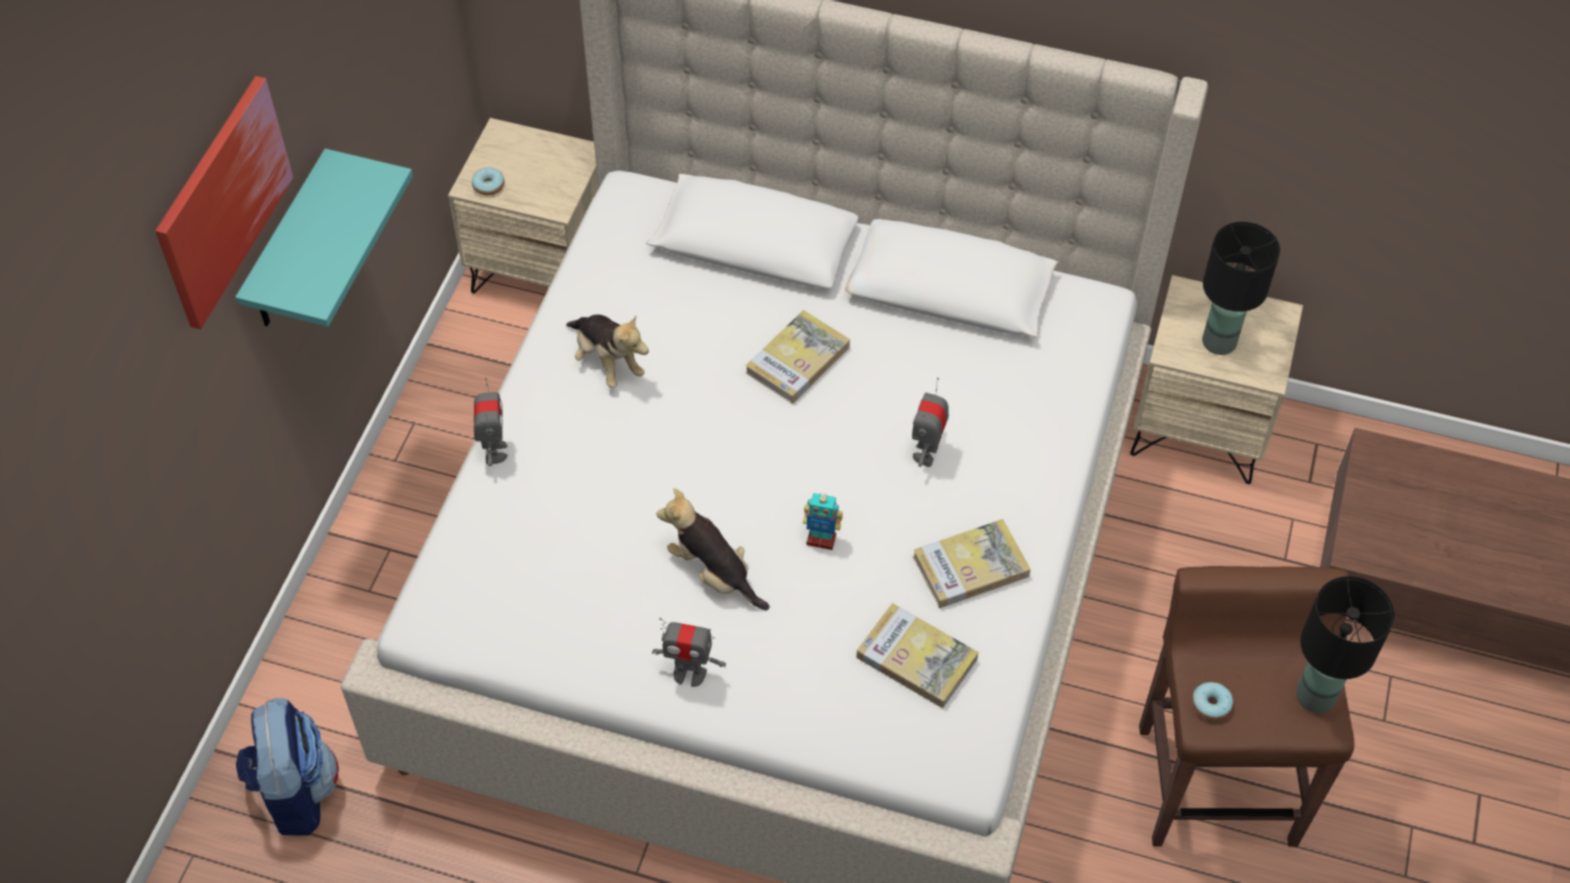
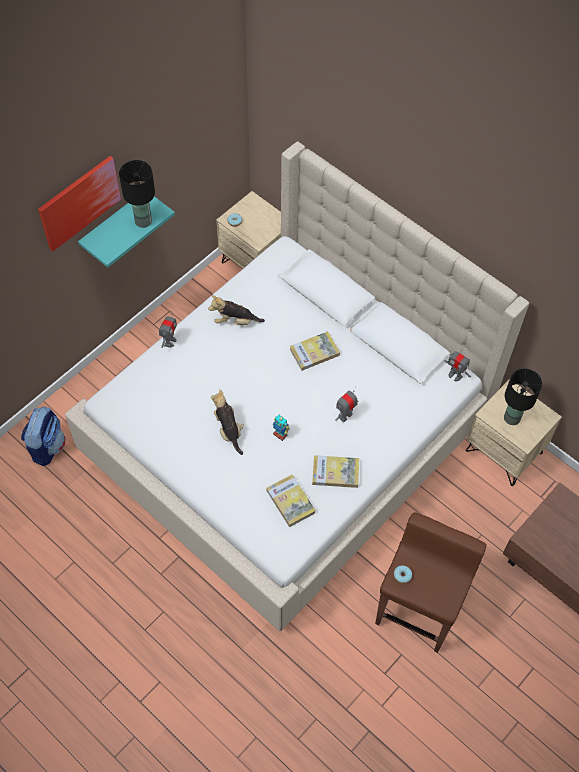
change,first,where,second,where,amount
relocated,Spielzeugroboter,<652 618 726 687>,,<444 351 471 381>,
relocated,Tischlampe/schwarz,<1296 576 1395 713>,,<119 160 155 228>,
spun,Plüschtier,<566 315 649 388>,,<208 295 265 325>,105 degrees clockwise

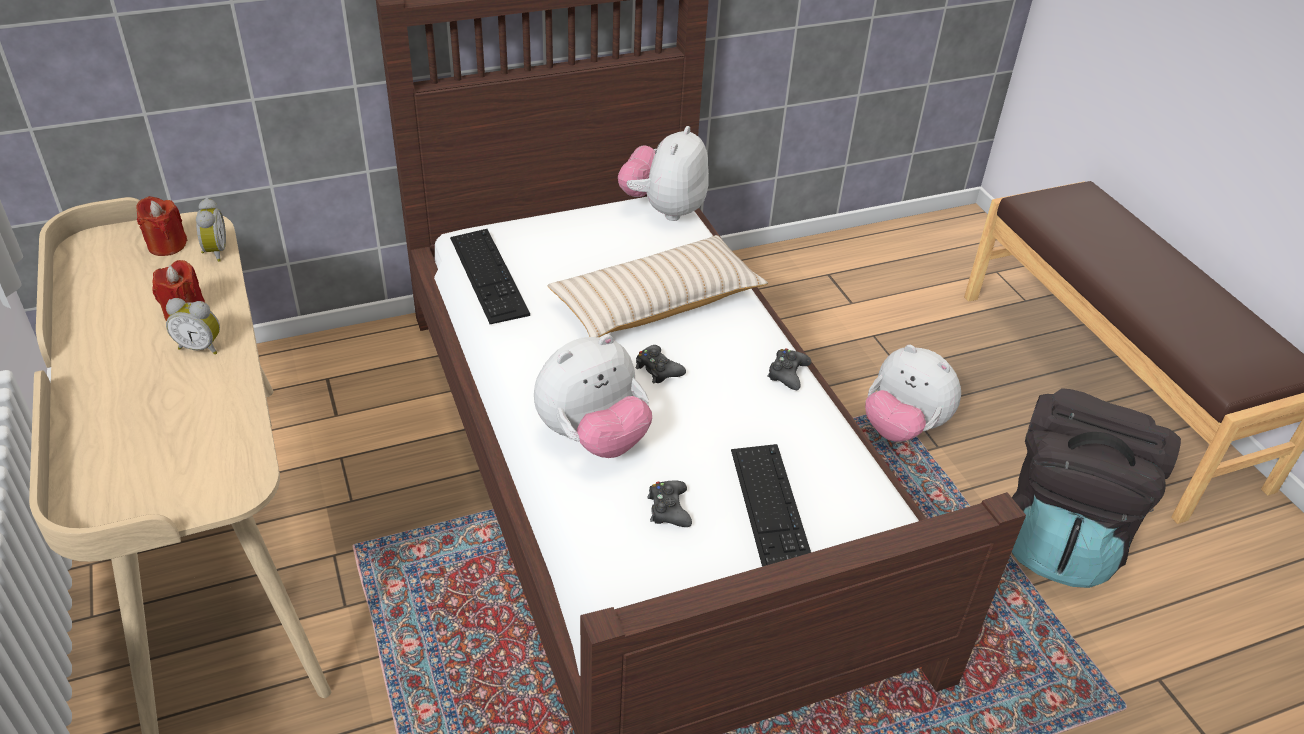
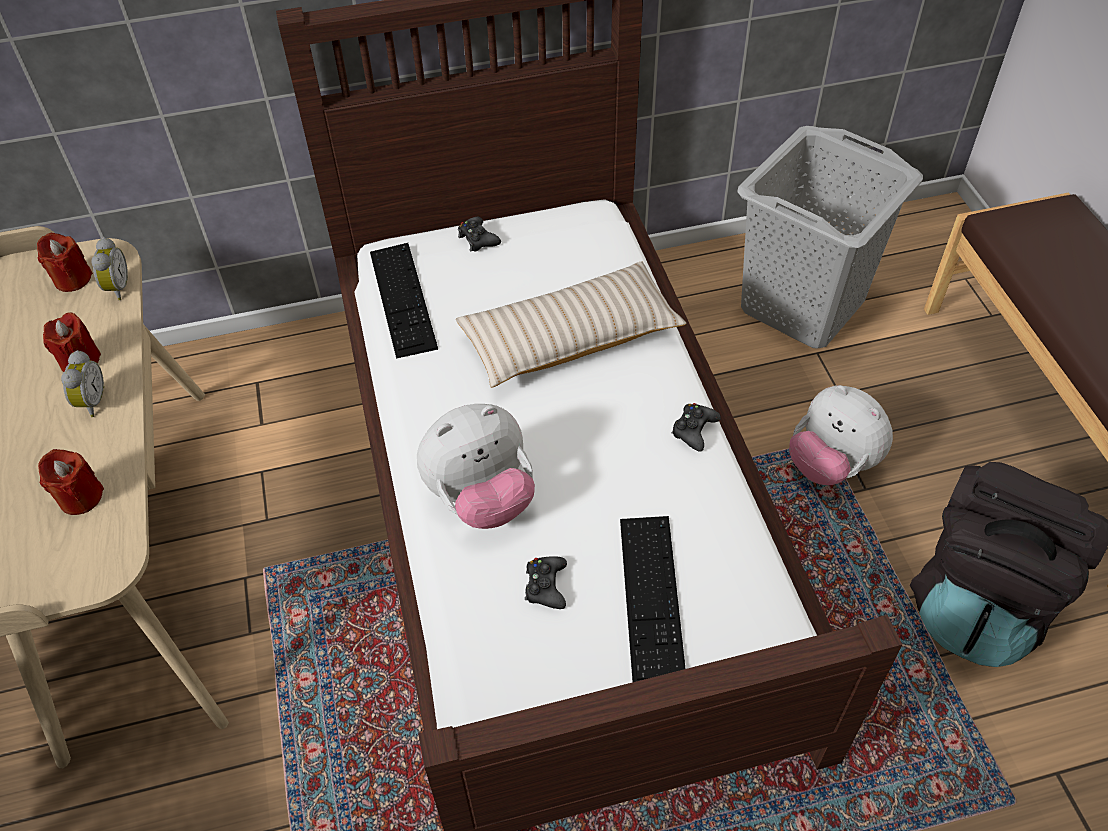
change,first,where,second,where,amount
missing,Plüschtier,<618 126 709 221>,,,
appeared,,,Kerze/rot,<38 449 104 515>,
appeared,,,Wäschekorb/grau,<737 126 923 349>,
relocated,Gamepad/schwarz,<636 345 686 383>,,<458 217 501 252>,
spun,Wecker,<166 298 220 355>,,<61 350 104 417>,105 degrees counterclockwise

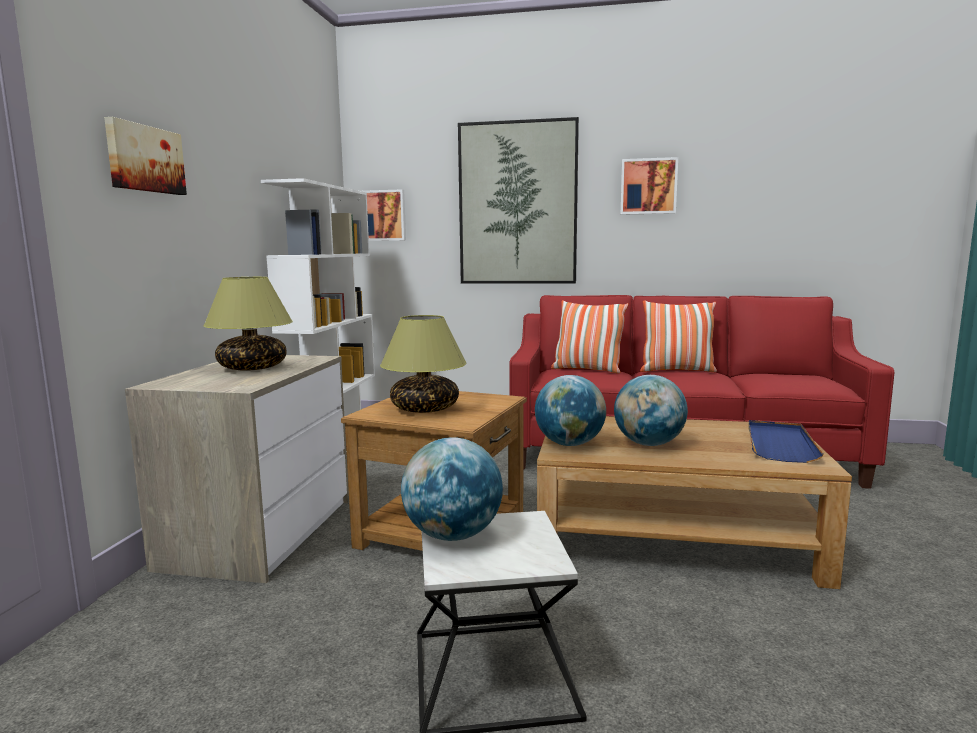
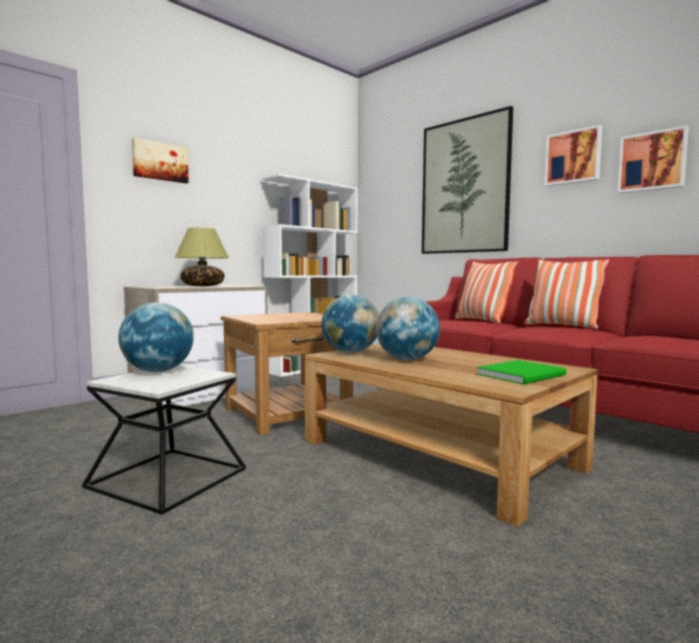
change,first,where,second,where,amount
missing,Tischlampe,<380 315 467 413>,,,
relocated,Bild,<362 189 406 241>,,<618 125 689 193>,
exchanged,Tablett/blau,<748 420 824 463>,Buch/grün,<476 360 567 384>,

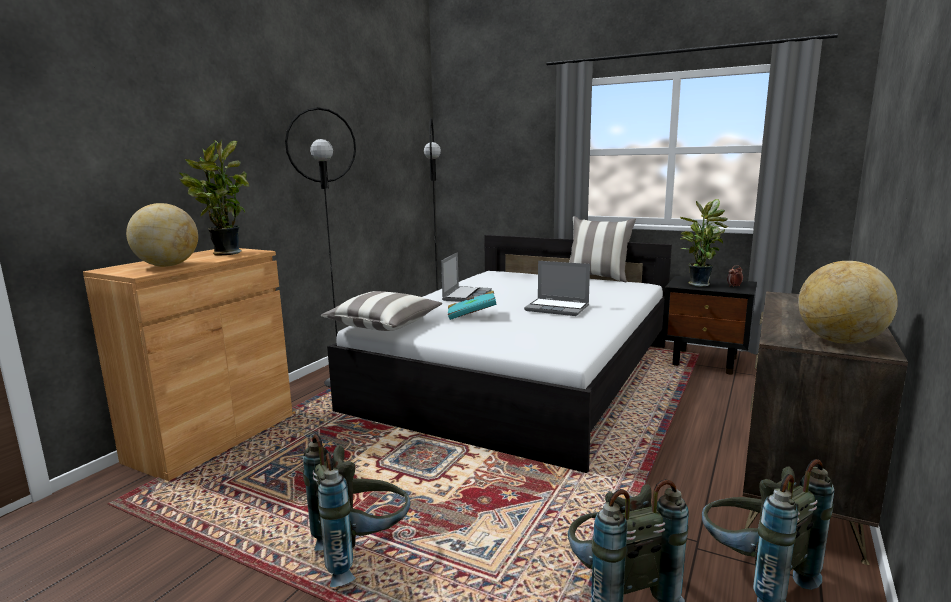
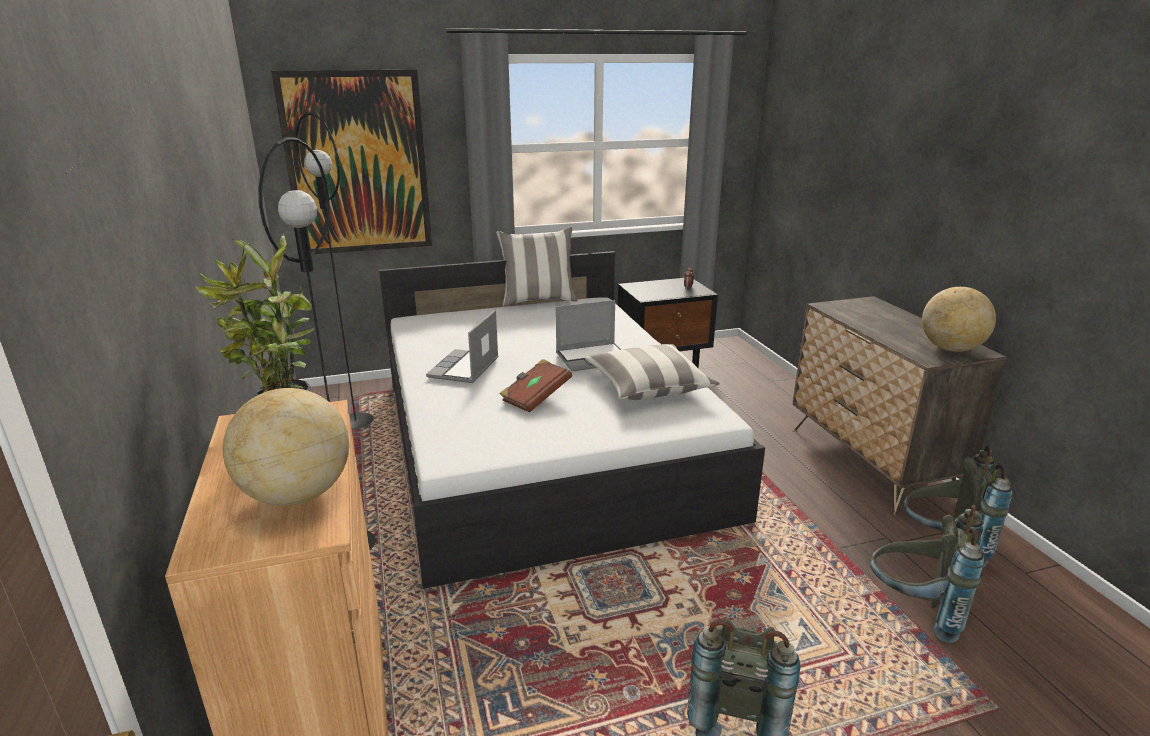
change,first,where,second,where,amount
missing,Topfpflanze,<680 199 728 287>,,,
appeared,,,Bild,<271 70 432 254>,
relocated,Kissen,<321 291 442 331>,,<585 344 720 400>,
colour,Buch/türkis,<448 291 497 320>,Buch/braun,<500 359 572 413>,
spun,Laptop,<441 252 492 302>,,<426 310 499 383>,135 degrees counterclockwise

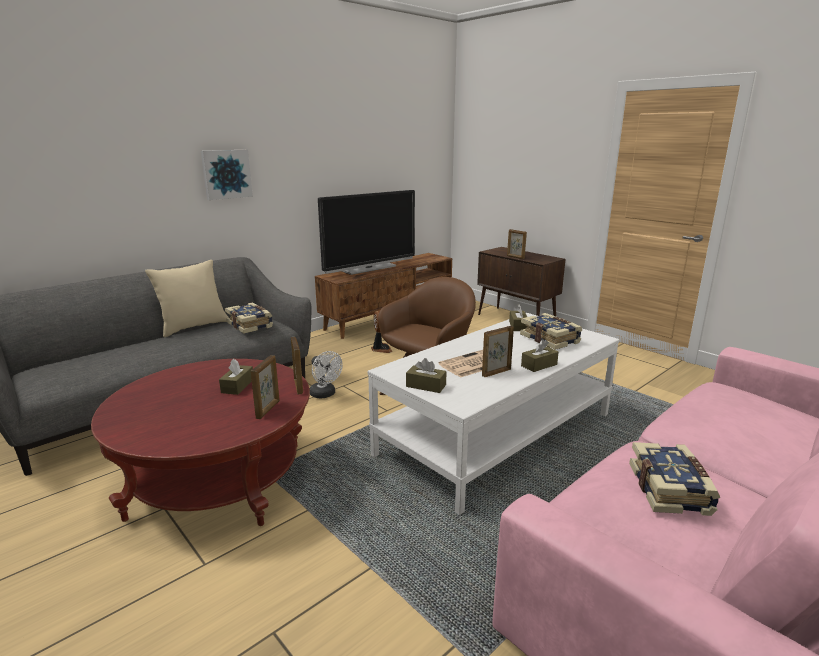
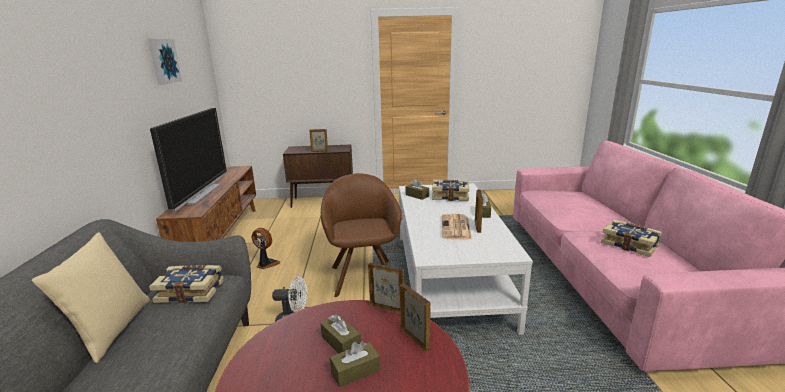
change,first,where,second,where,amount
relocated,Bild,<201 150 253 200>,,<148 38 182 85>,
relocated,Taschentuchbox/braun,<406 358 447 393>,,<330 341 380 388>,

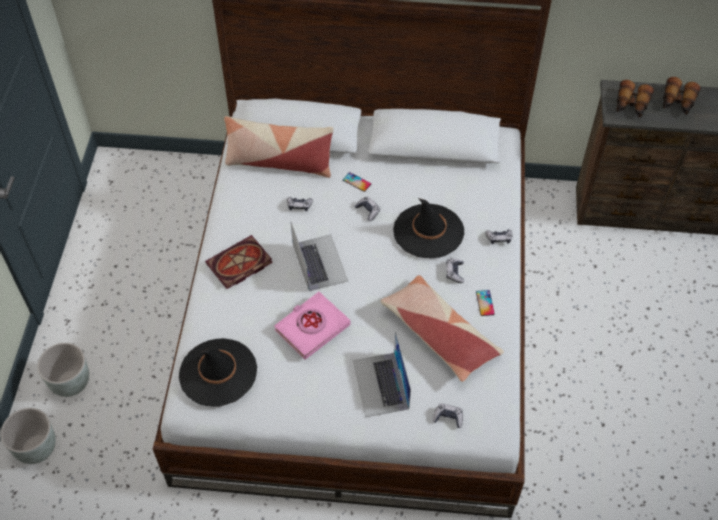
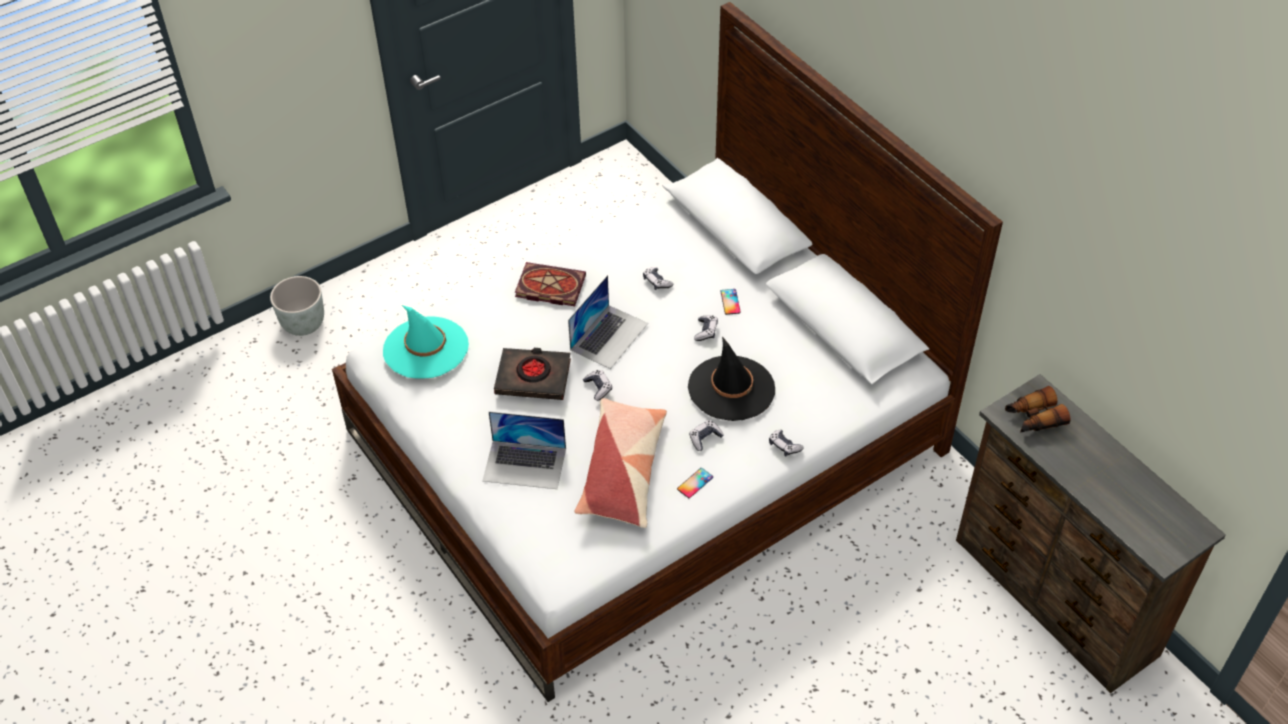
change,first,where,second,where,amount
missing,Pflanzkübel/grau,<37 343 89 397>,,,
missing,Kissen,<224 116 333 178>,,,
missing,Fernglas,<663 77 700 115>,,,
relocated,Gamepad,<432 403 463 428>,,<583 370 612 401>,
colour,Hut/schwarz,<179 338 257 406>,Hut/türkis,<383 305 469 378>,
colour,Buch/rosa,<274 292 350 360>,Buch/schwarz,<494 348 571 400>,
spun,Laptop,<352 332 411 417>,,<483 412 566 489>,120 degrees counterclockwise

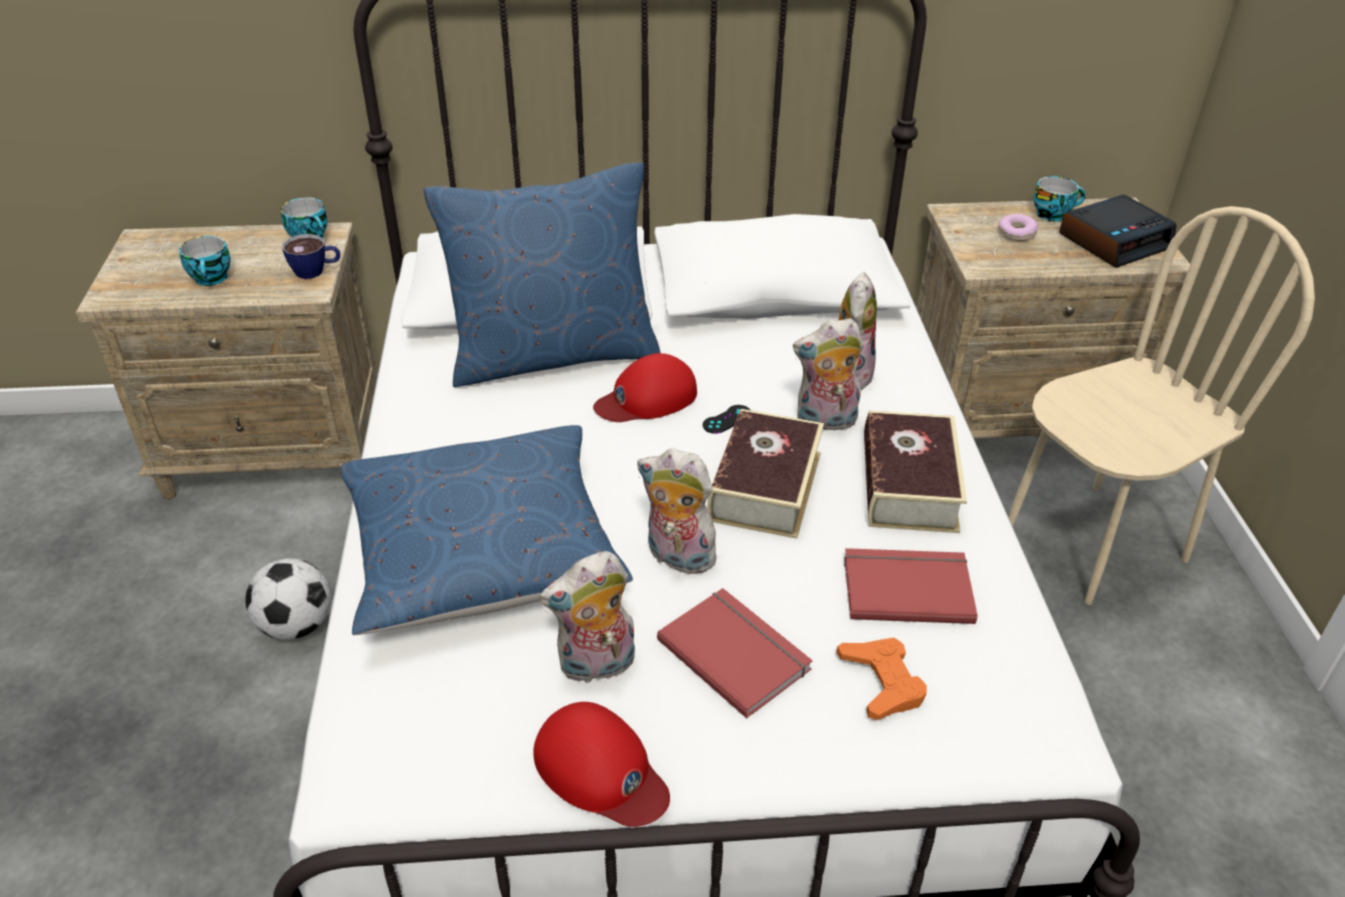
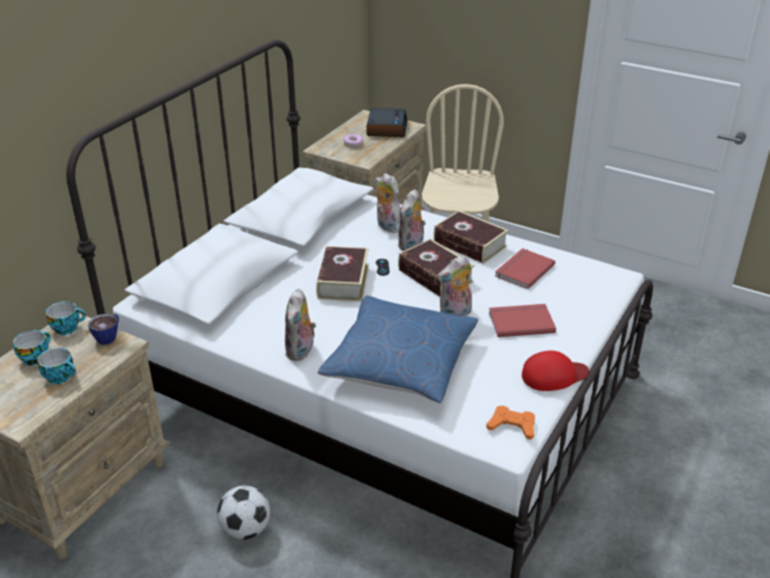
change,first,where,second,where,amount
missing,Kissen/blau,<424 163 661 387>,,,
relocated,Plüschtier,<540 551 635 684>,,<285 289 316 361>,
relocated,Gamepad/orange,<836 638 927 720>,,<486 406 535 440>,
relocated,Tasse,<1034 176 1086 222>,,<13 330 51 366>,
exchanged,Kappe/rot,<593 353 697 422>,Buch,<316 246 369 301>,

